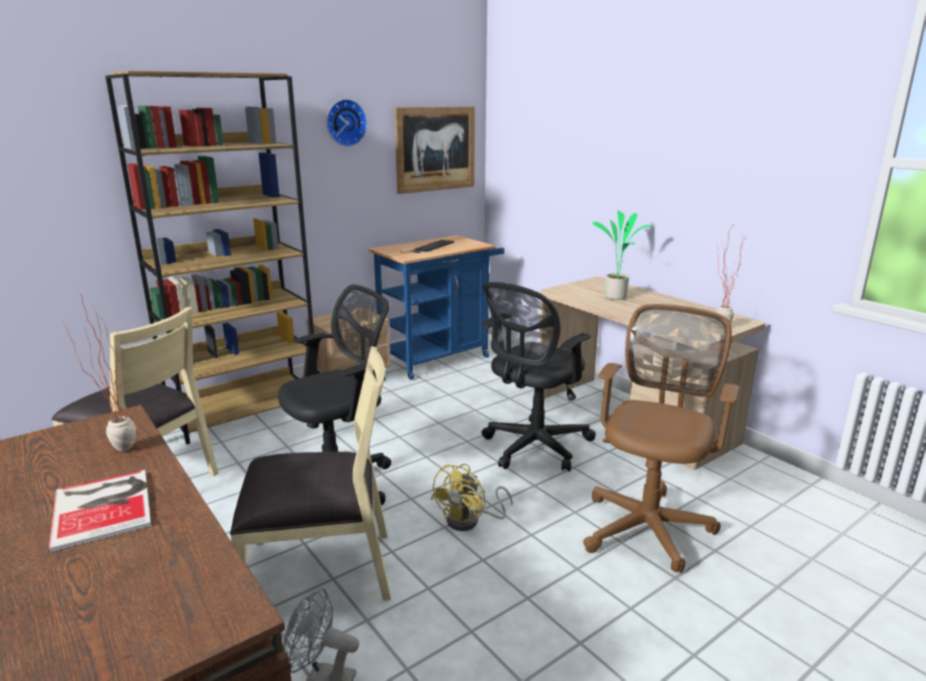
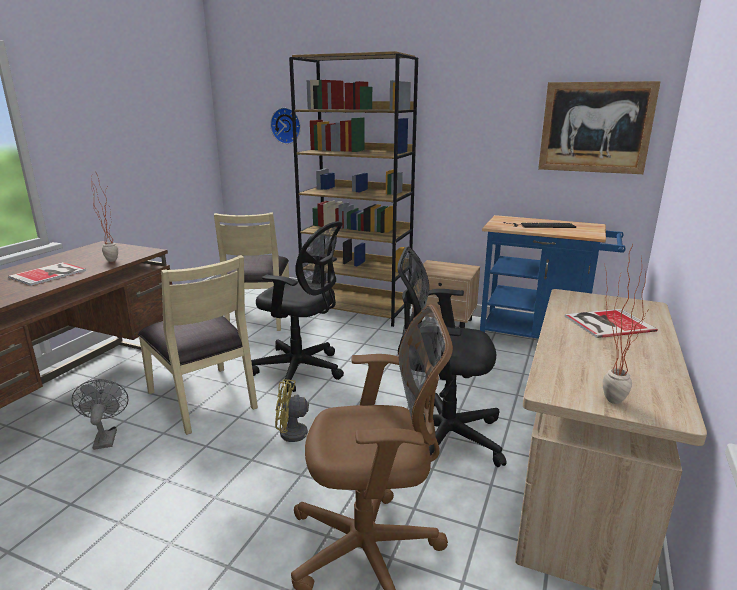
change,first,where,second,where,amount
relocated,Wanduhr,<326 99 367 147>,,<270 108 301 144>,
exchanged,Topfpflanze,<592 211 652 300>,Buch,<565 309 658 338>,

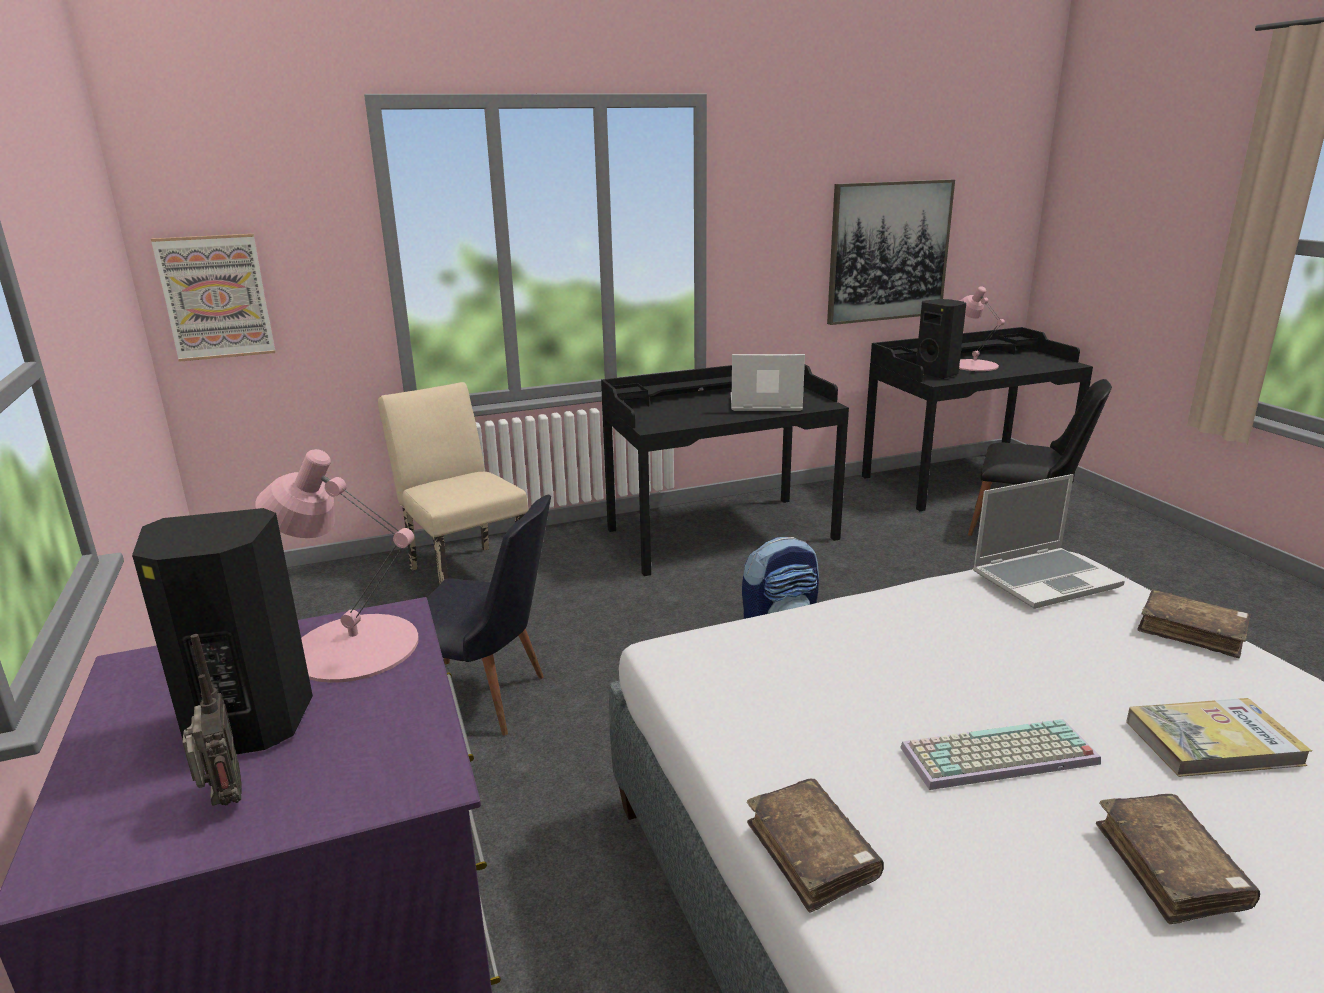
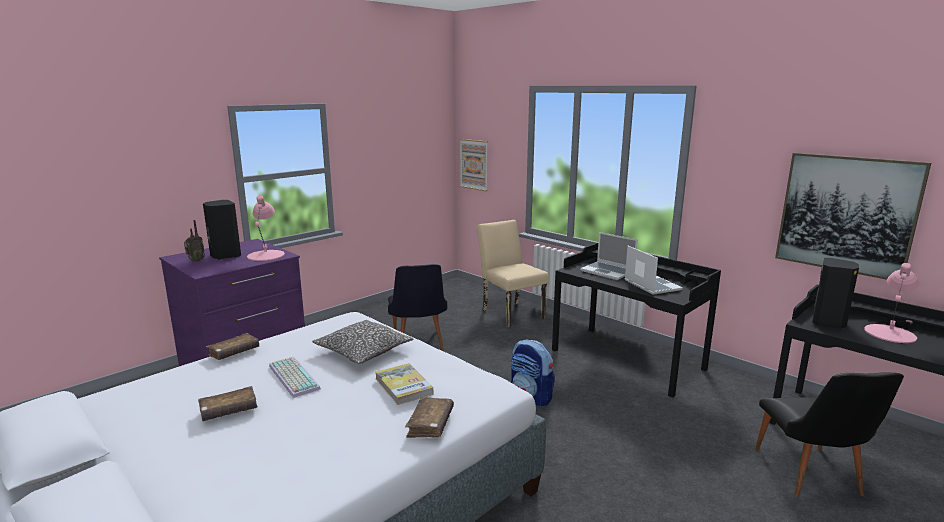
change,first,where,second,where,amount
appeared,,,Kissen,<312 320 413 364>,
relocated,Laptop,<973 474 1125 609>,,<580 232 637 280>,
relocated,Buch,<1126 698 1312 777>,,<375 363 433 405>,
spun,Stuhl/beige,<378 382 528 584>,,<477 220 549 327>,60 degrees counterclockwise

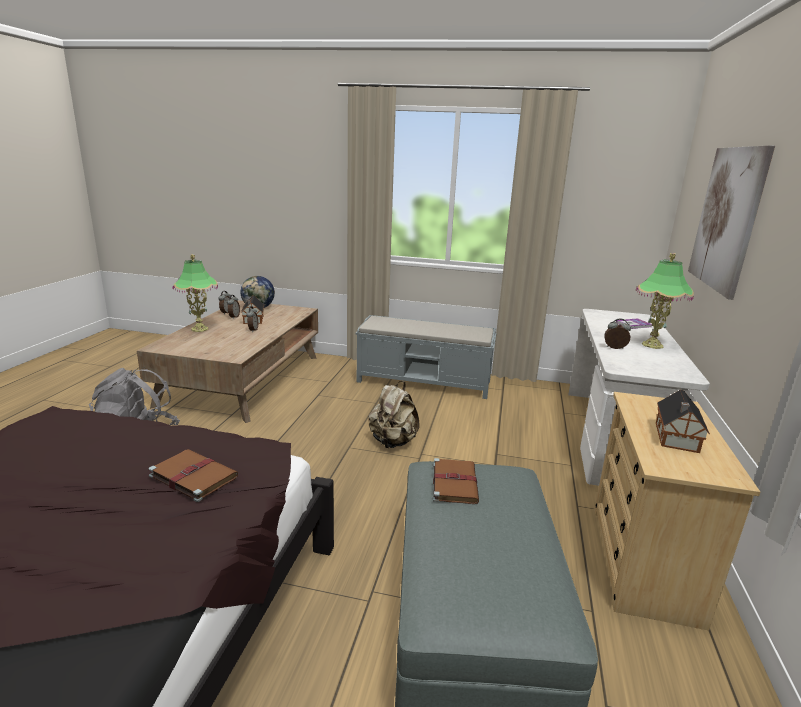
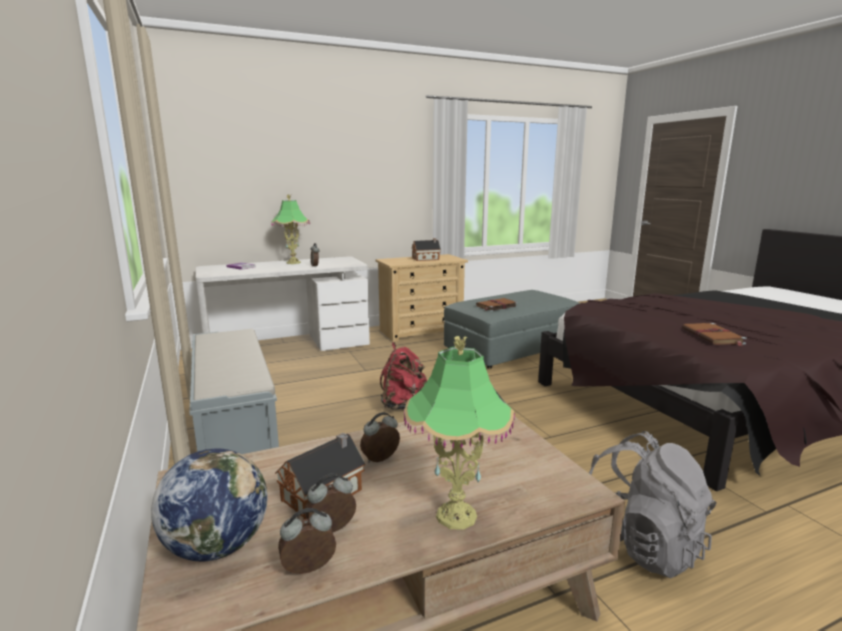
change,first,where,second,where,amount
missing,Bild,<688 145 775 300>,,,
relocated,Buch/braun,<148 449 238 502>,,<682 323 747 346>,
colour,Rucksack/beige,<369 381 419 448>,Rucksack/rot,<380 342 427 410>,

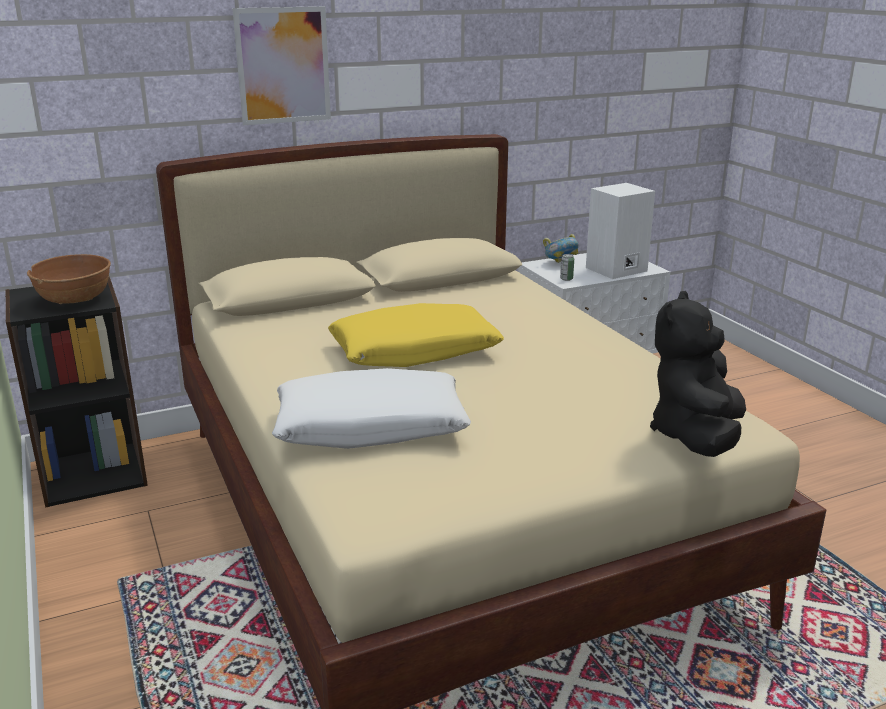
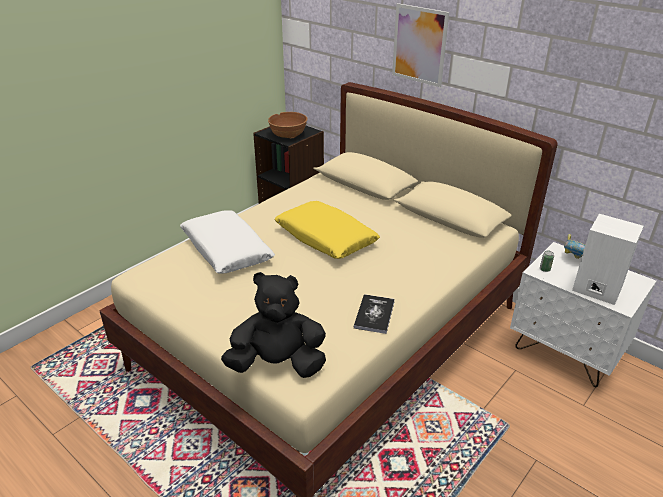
change,first,where,second,where,amount
appeared,,,Buch,<354 294 395 334>,

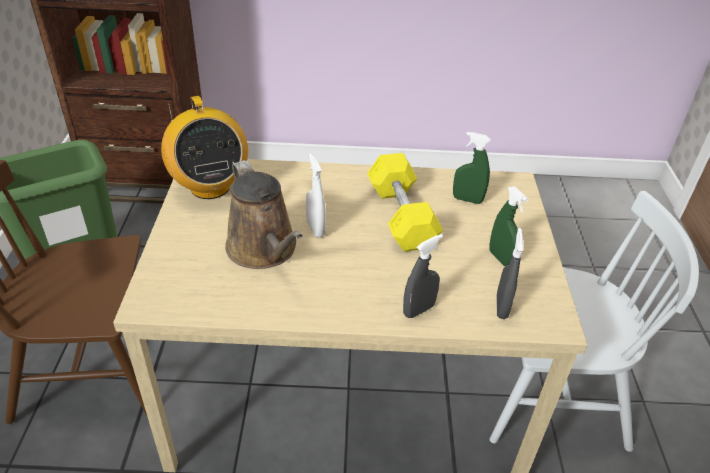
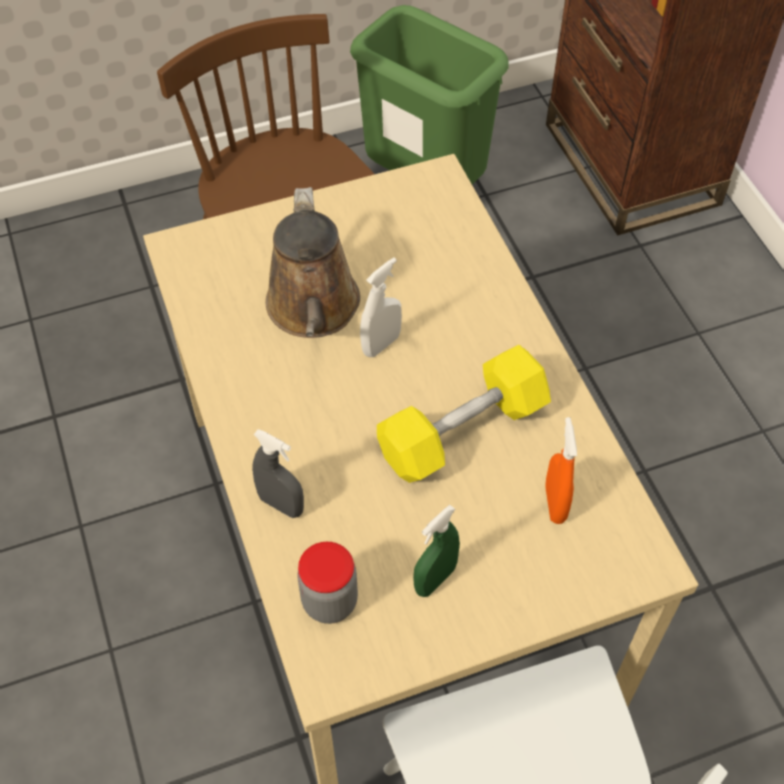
change,first,where,second,where,amount
missing,Radio,<161 96 248 199>,,,
exchanged,Sprühflasche/grau,<496 228 523 319>,Vorratsglas,<297 542 358 624>,
colour,Sprühflasche/grün,<453 132 491 204>,Sprühflasche/orange,<545 417 577 524>,
spun,Gießkanne/braun,<225 160 303 269>,,<266 187 360 338>,45 degrees counterclockwise

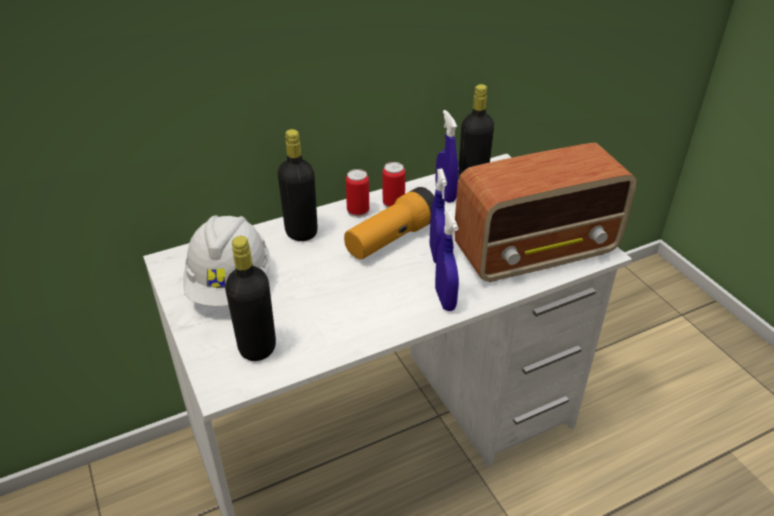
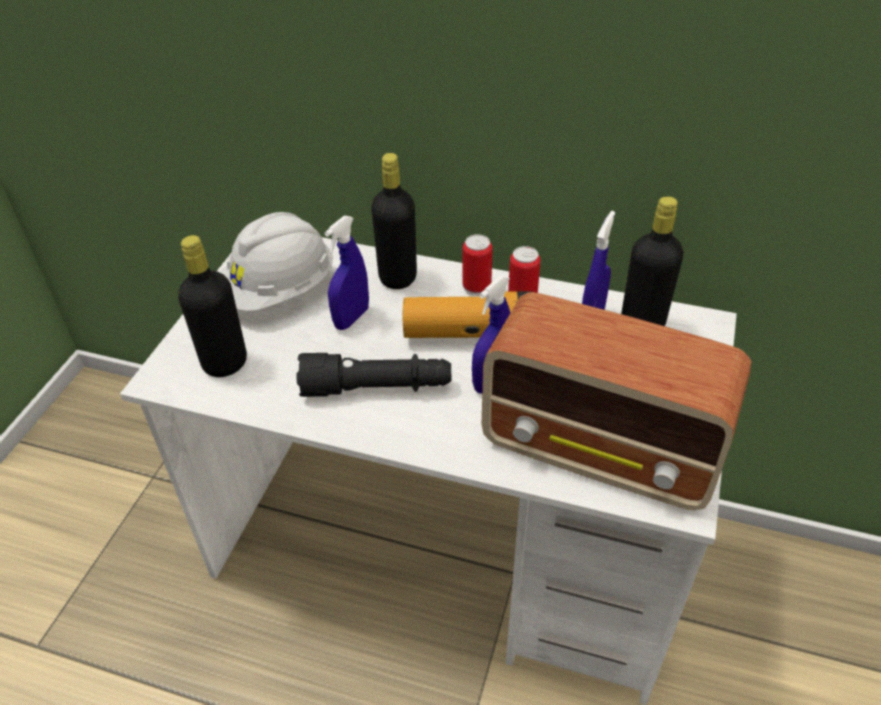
change,first,where,second,where,amount
appeared,,,Taschenlampe/schwarz,<296 353 451 397>,
relocated,Sprühflasche/blau,<435 211 459 311>,,<325 216 369 330>,

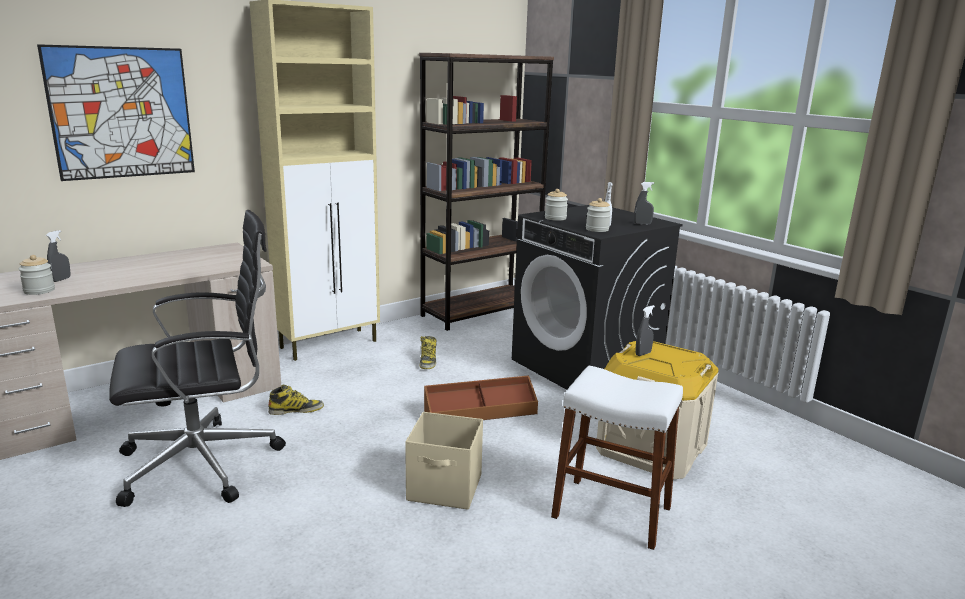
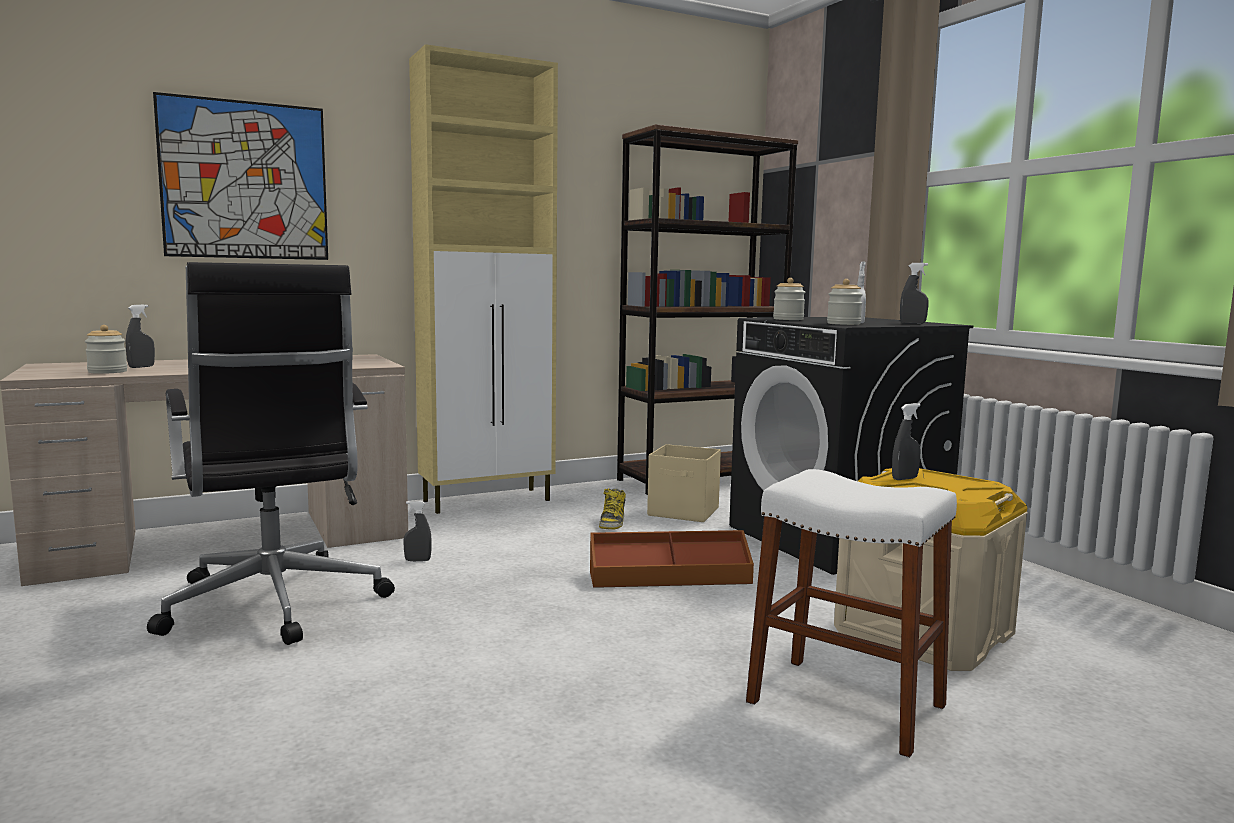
change,first,where,second,where,amount
relocated,Aufbewahrungsbox/beige,<405 412 483 510>,,<647 444 721 522>,
exchanged,Stiefel,<268 385 324 415>,Sprühflasche/grau,<403 501 432 561>,
spun,Bürostuhl/schwarz,<109 210 286 507>,,<147 262 395 645>,75 degrees clockwise

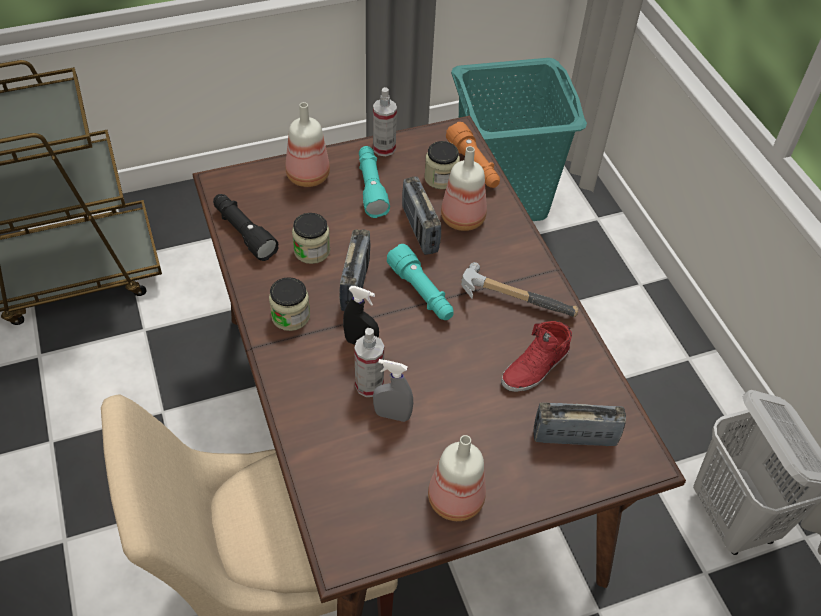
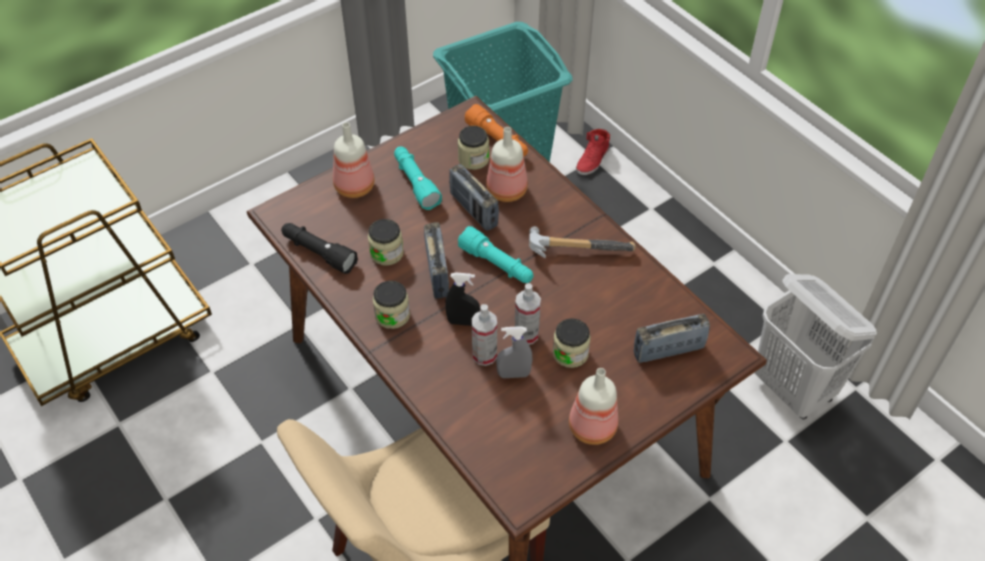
change,first,where,second,where,amount
appeared,,,Vorratsglas,<553 318 591 368>,
relocated,Sprühflasche,<373 87 397 156>,,<515 283 541 345>,
relocated,Schuh/rot,<501 321 572 392>,,<576 129 610 175>,

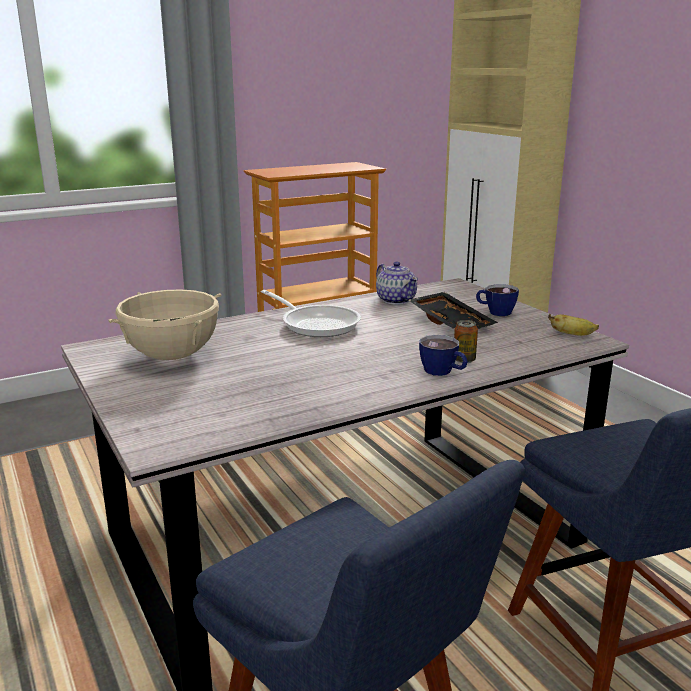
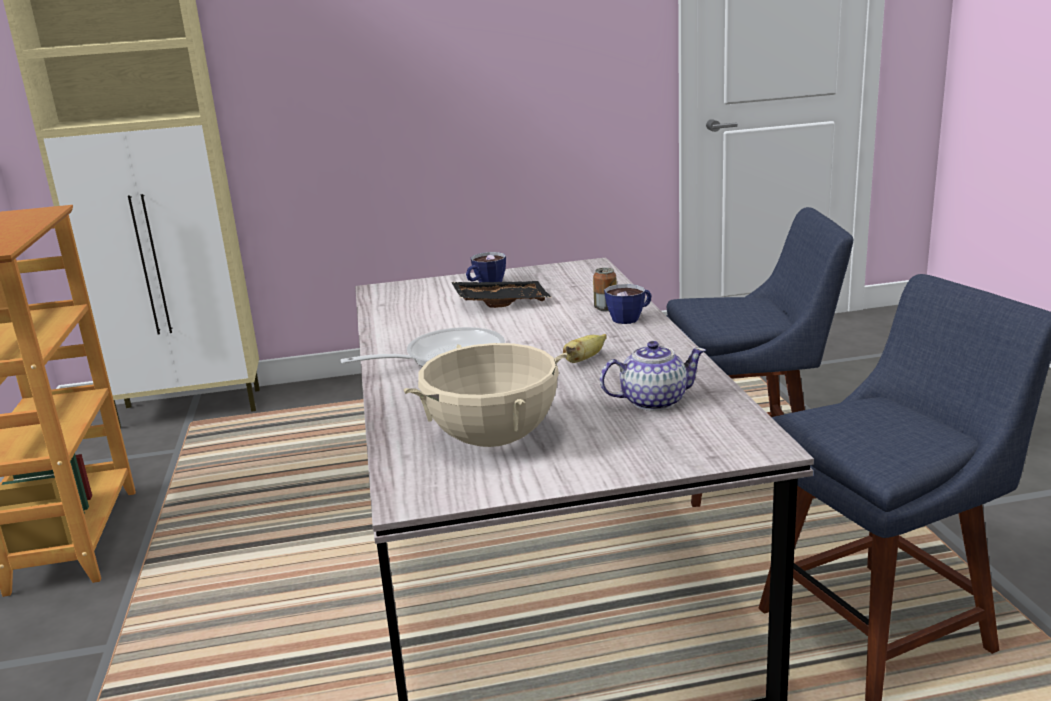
change,first,where,second,where,amount
relocated,Teekanne,<376 261 418 305>,,<600 341 706 411>,
relocated,Banane,<548 314 599 336>,,<563 334 607 363>,

